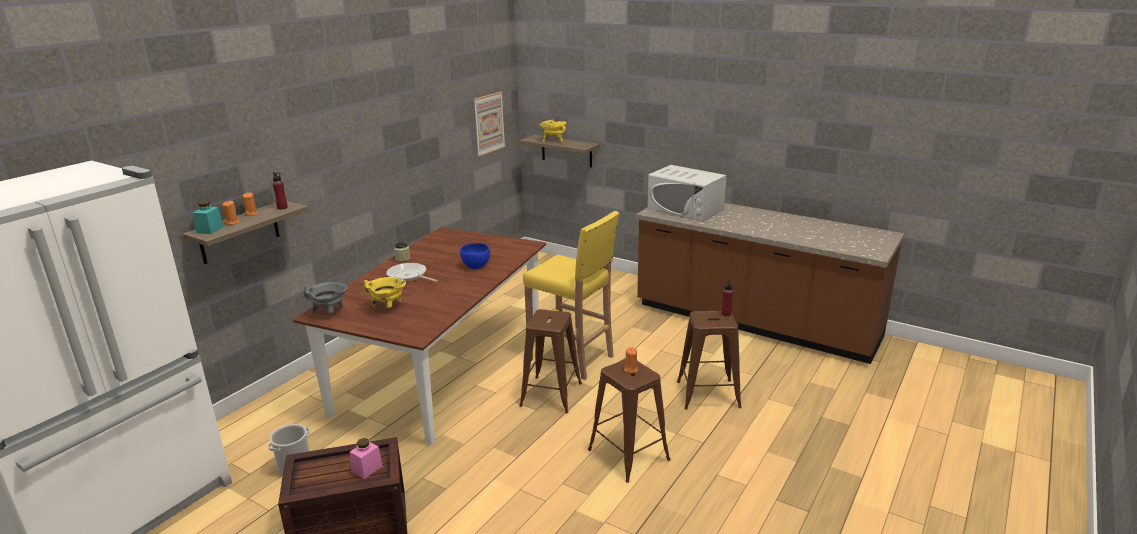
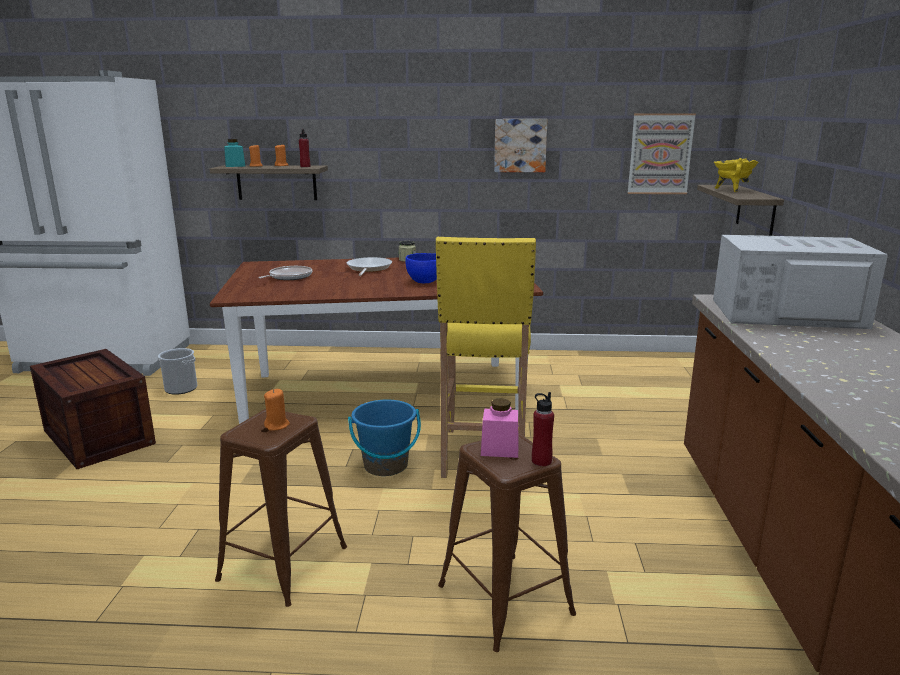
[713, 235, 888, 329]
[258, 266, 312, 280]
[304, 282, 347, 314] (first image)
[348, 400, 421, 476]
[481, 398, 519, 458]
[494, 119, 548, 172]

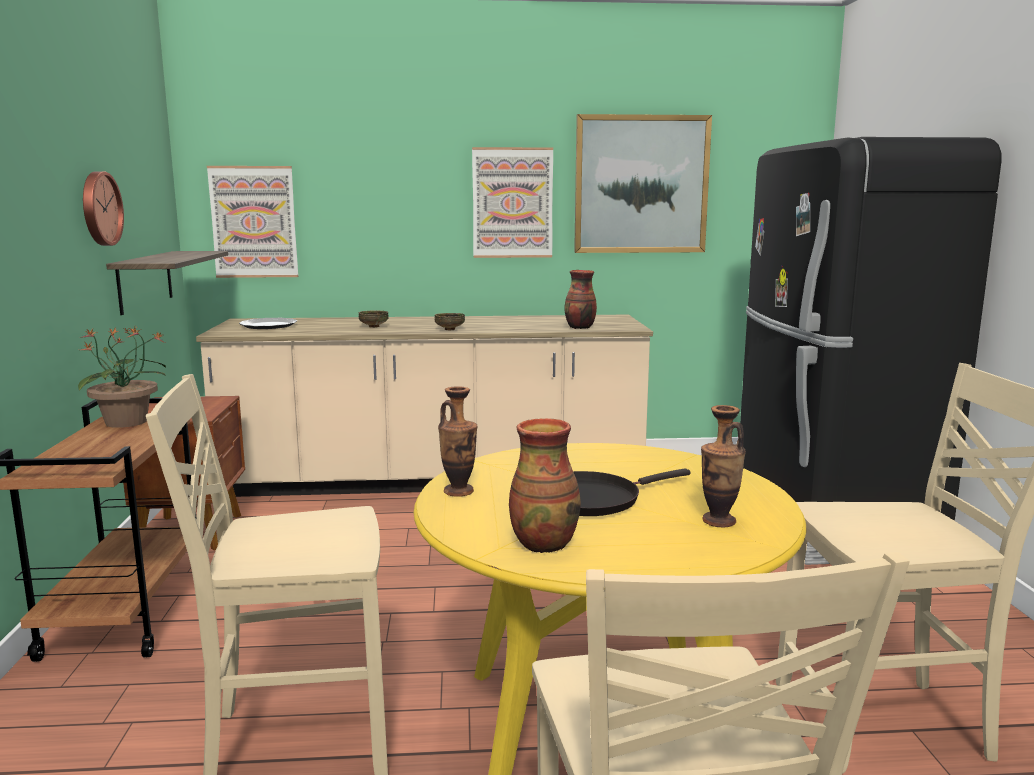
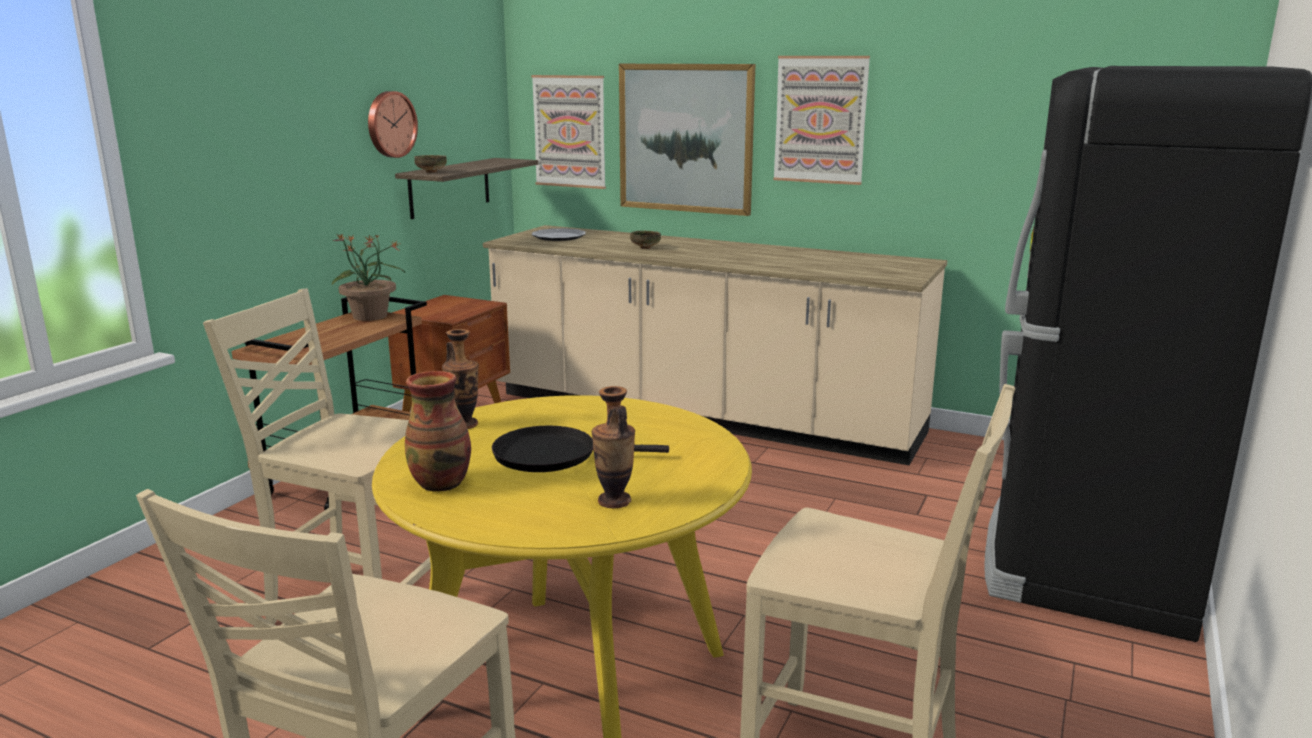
[619, 64, 755, 216]
[564, 270, 597, 329] (first image)
[414, 155, 447, 173]

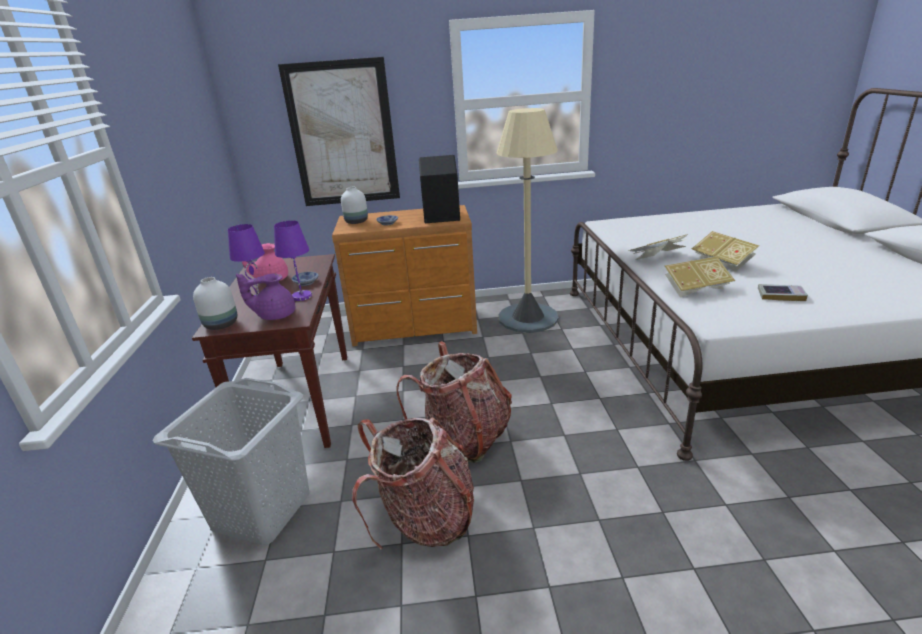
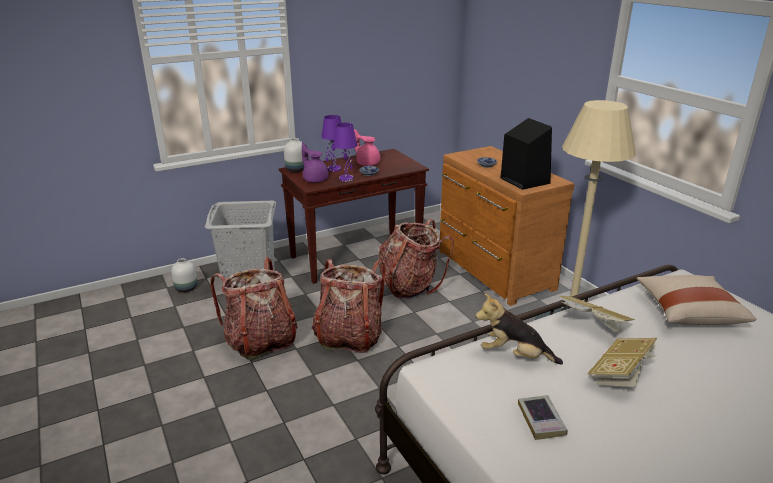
[278, 57, 400, 206] (first image)
[171, 258, 197, 292]
[475, 293, 563, 365]
[379, 219, 454, 299]
[637, 275, 756, 325]

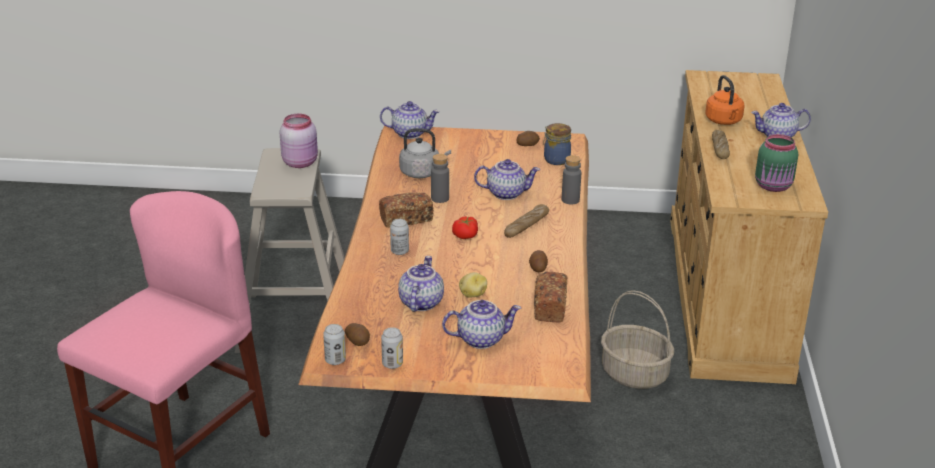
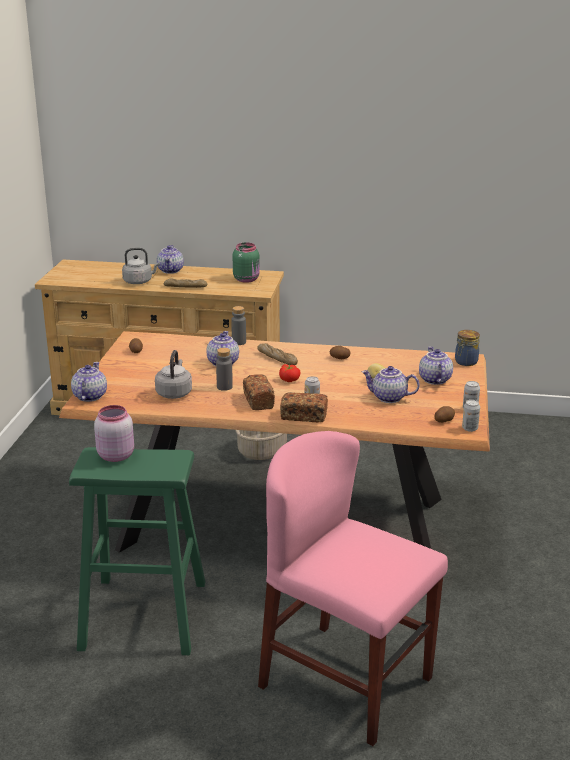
[122, 248, 160, 284]
[455, 330, 480, 366]
[69, 447, 205, 655]
[280, 392, 328, 423]

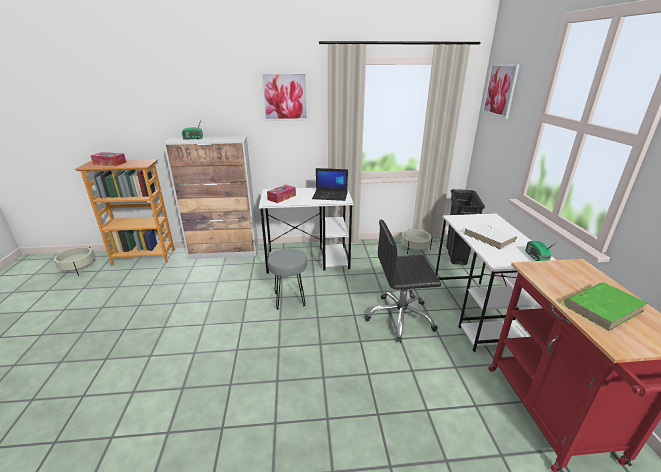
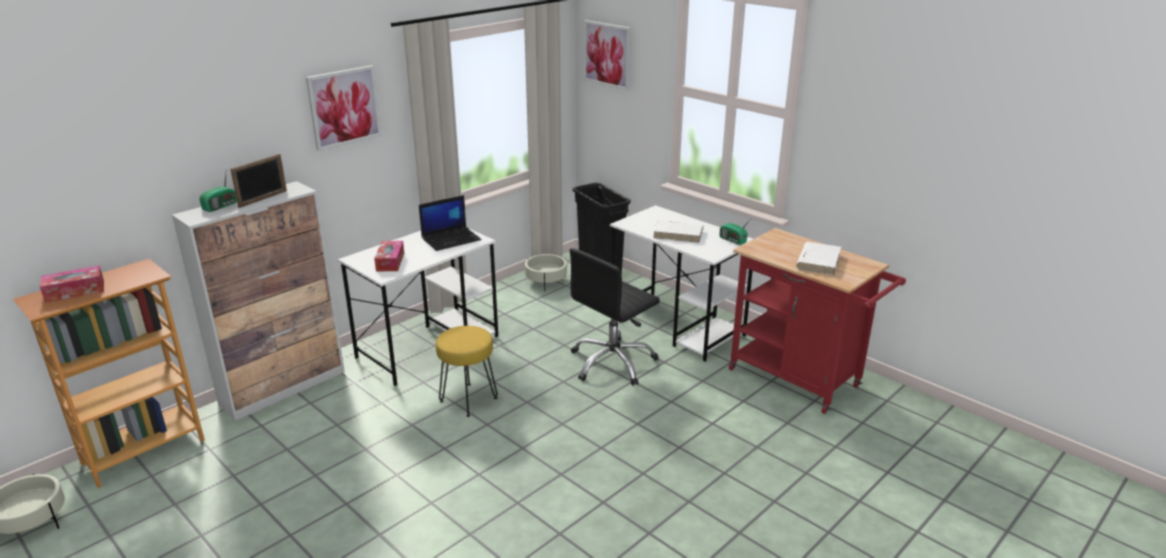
[436, 326, 498, 417]
[796, 242, 841, 275]
[230, 154, 287, 208]

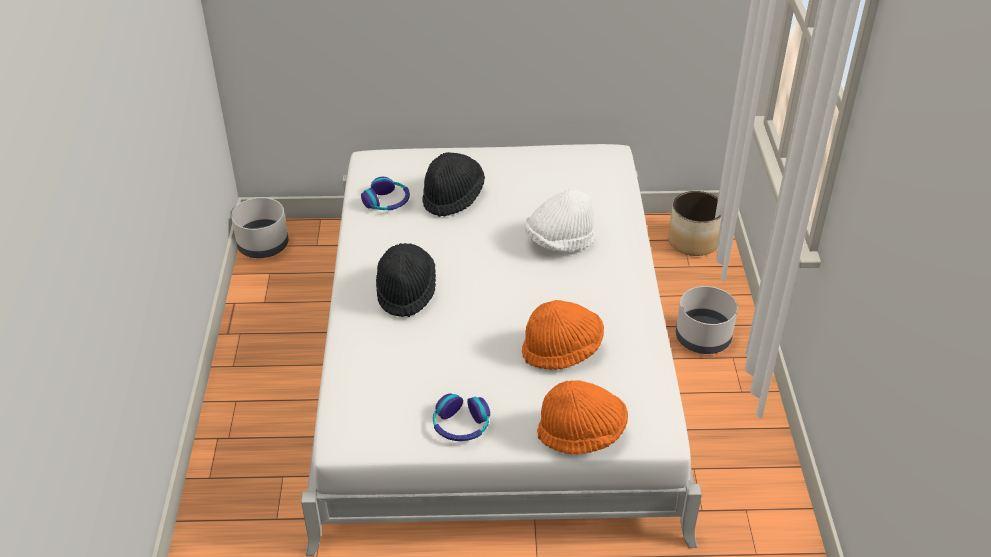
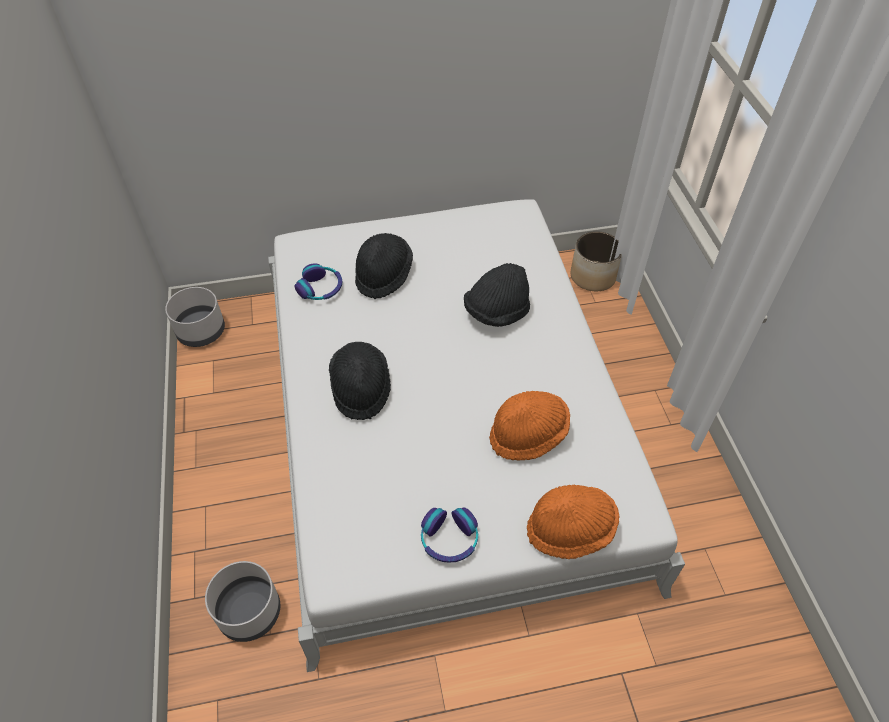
[464, 263, 530, 327]
[205, 561, 280, 642]

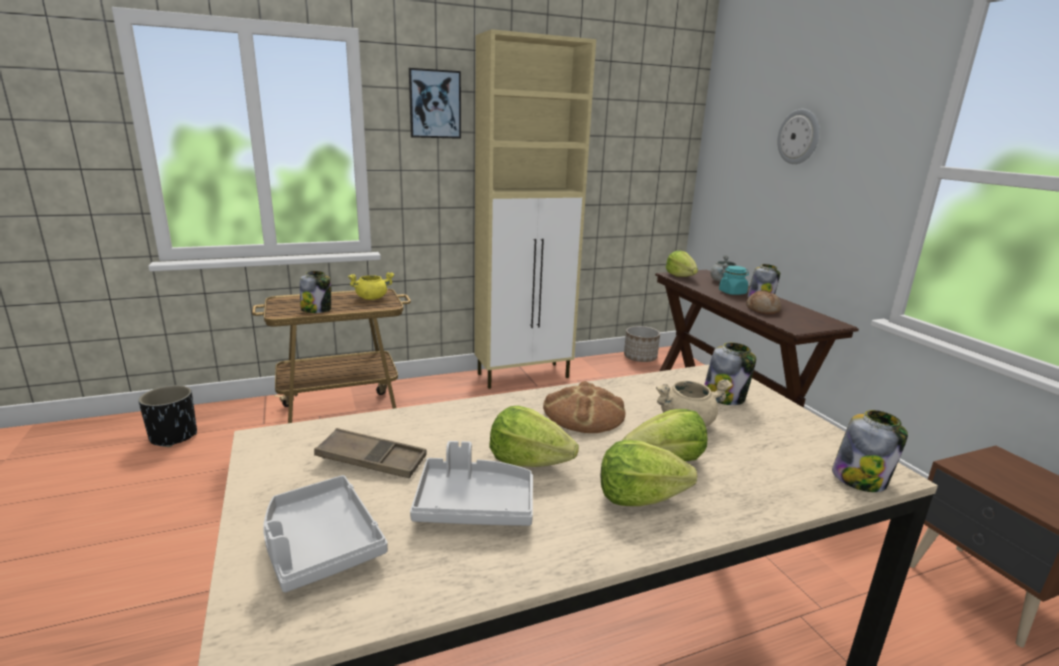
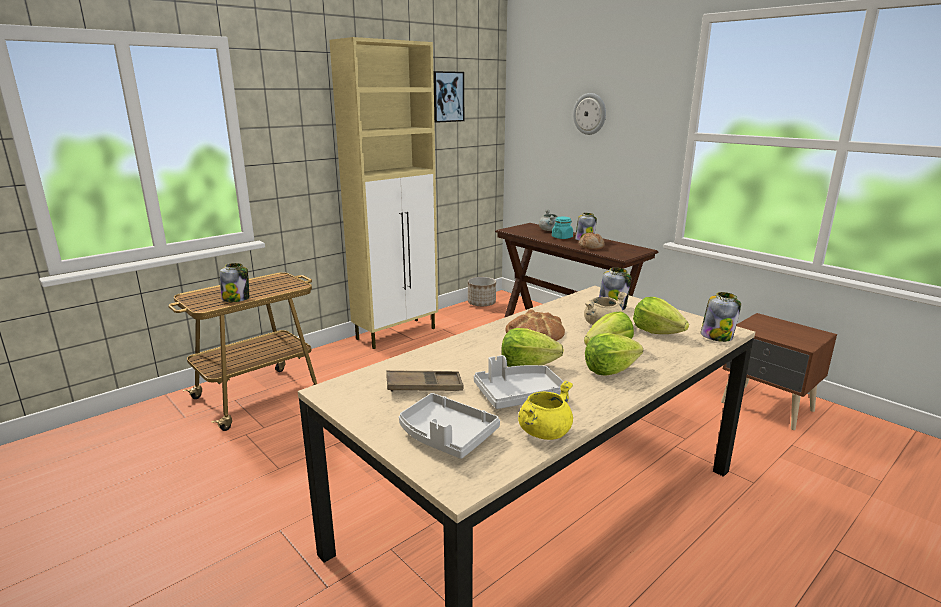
[433, 71, 464, 123]
[633, 297, 689, 334]
[518, 381, 573, 440]
[138, 385, 197, 447] (first image)

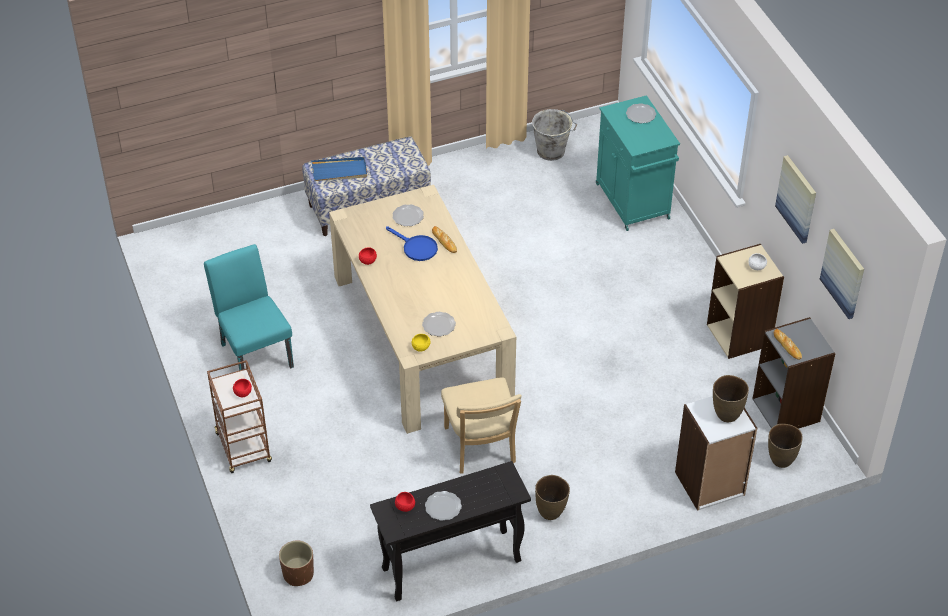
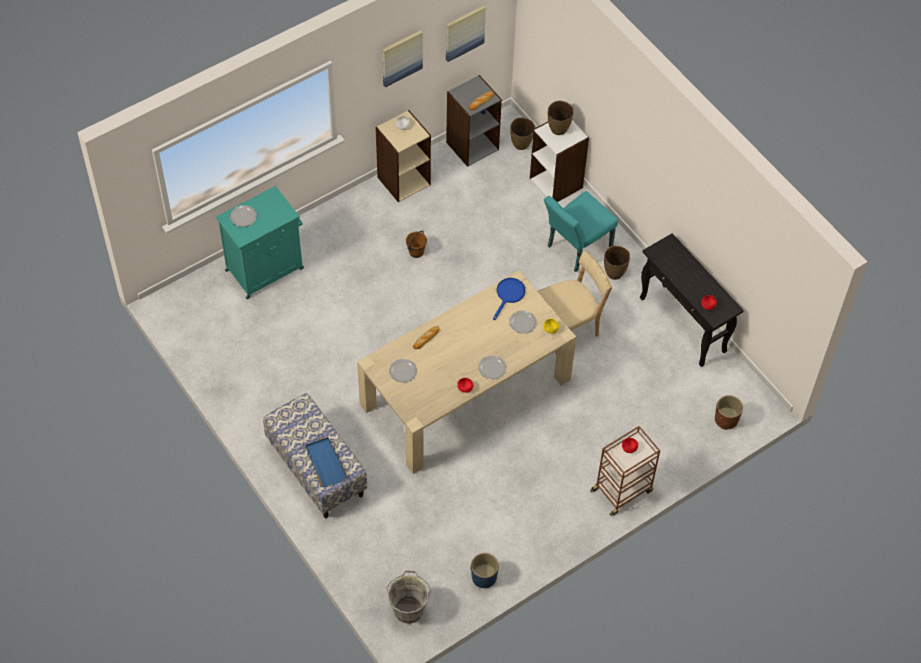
[387, 571, 432, 624]
[493, 278, 525, 320]
[544, 191, 618, 272]
[478, 355, 506, 379]
[406, 231, 427, 258]
[471, 553, 499, 588]

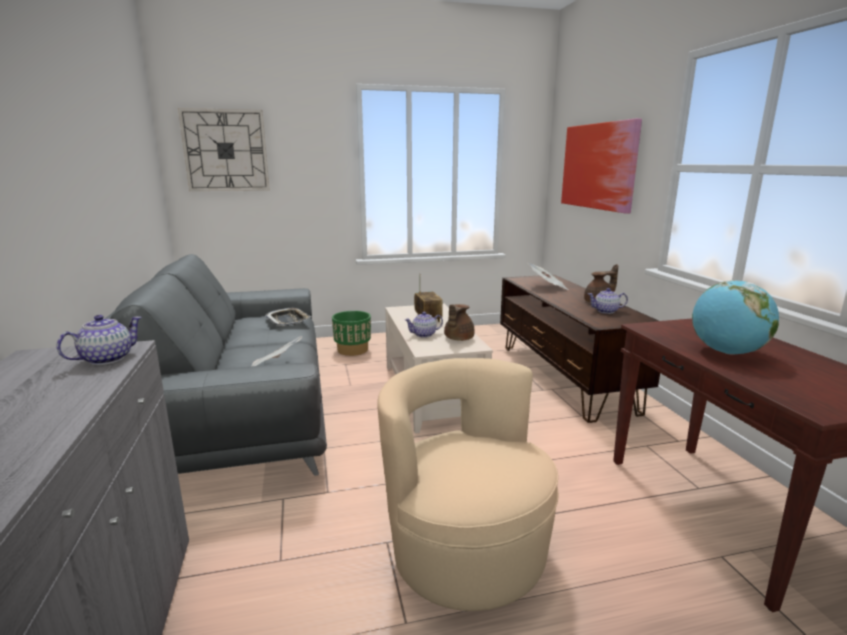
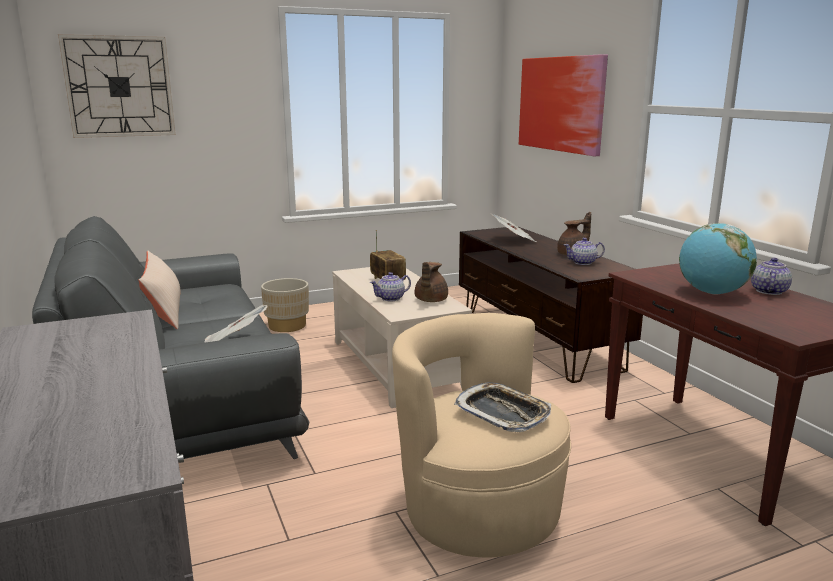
[454, 382, 551, 432]
[261, 278, 309, 332]
[751, 258, 792, 295]
[138, 251, 181, 329]

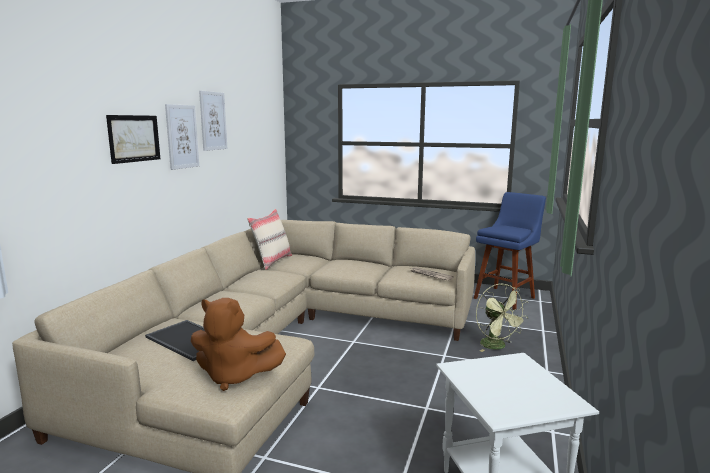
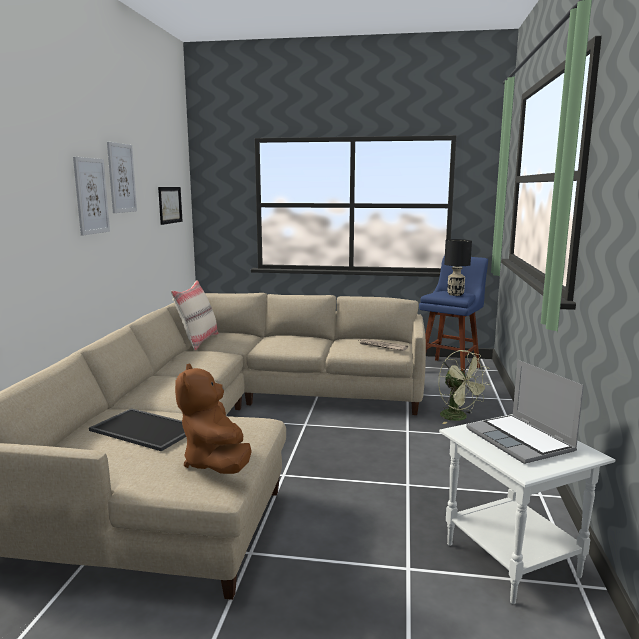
[158, 187, 183, 225]
[175, 364, 252, 474]
[444, 239, 472, 296]
[466, 360, 584, 464]

